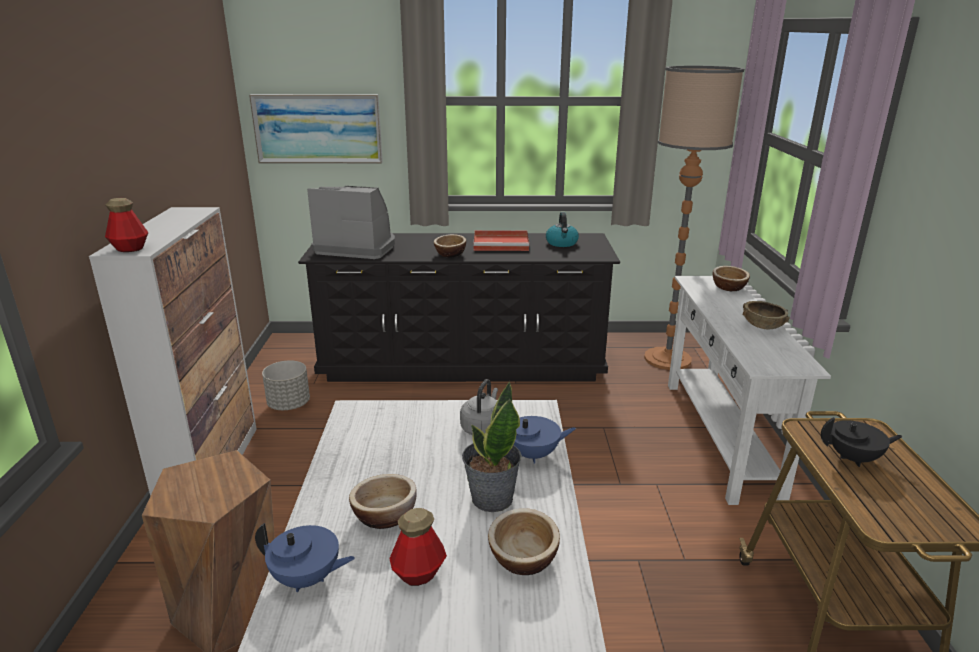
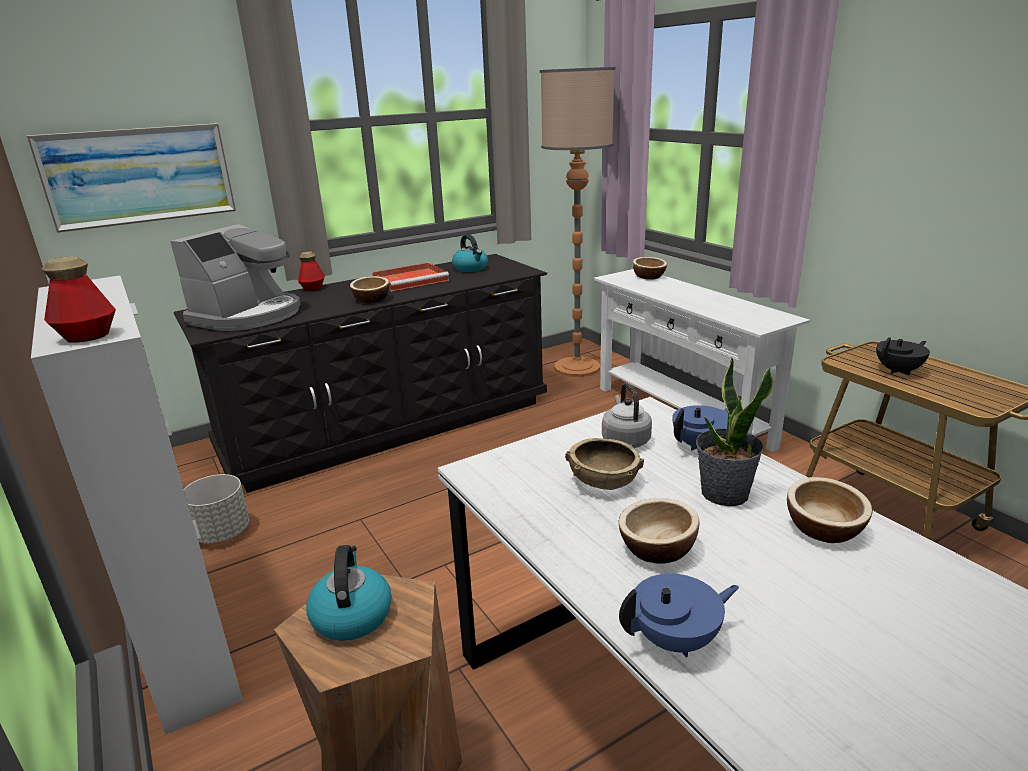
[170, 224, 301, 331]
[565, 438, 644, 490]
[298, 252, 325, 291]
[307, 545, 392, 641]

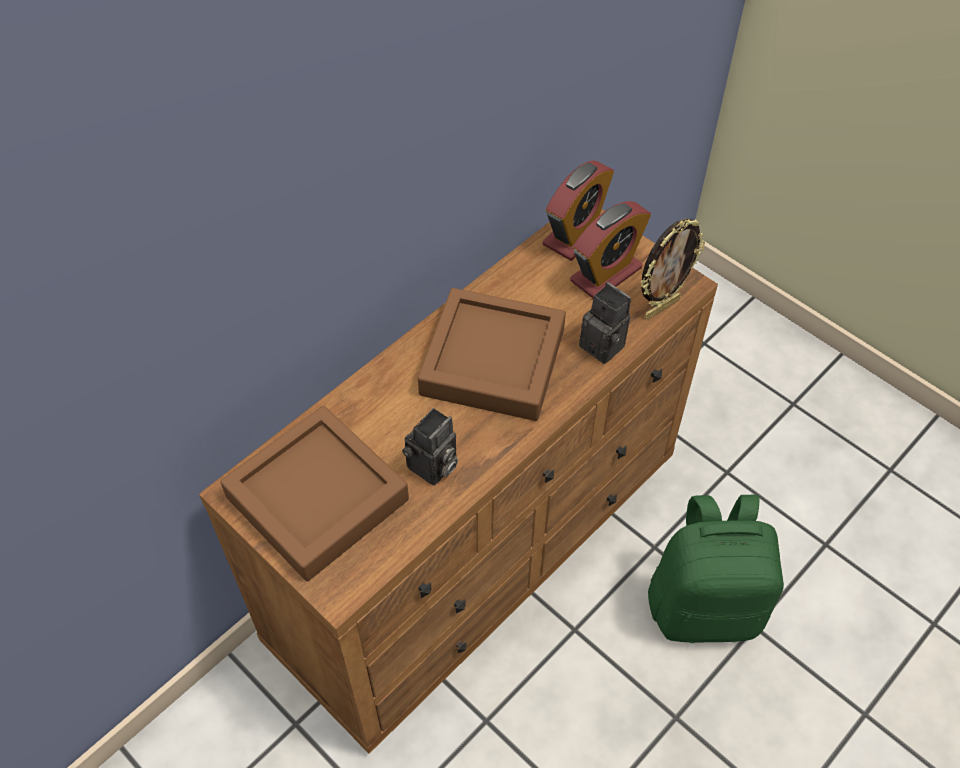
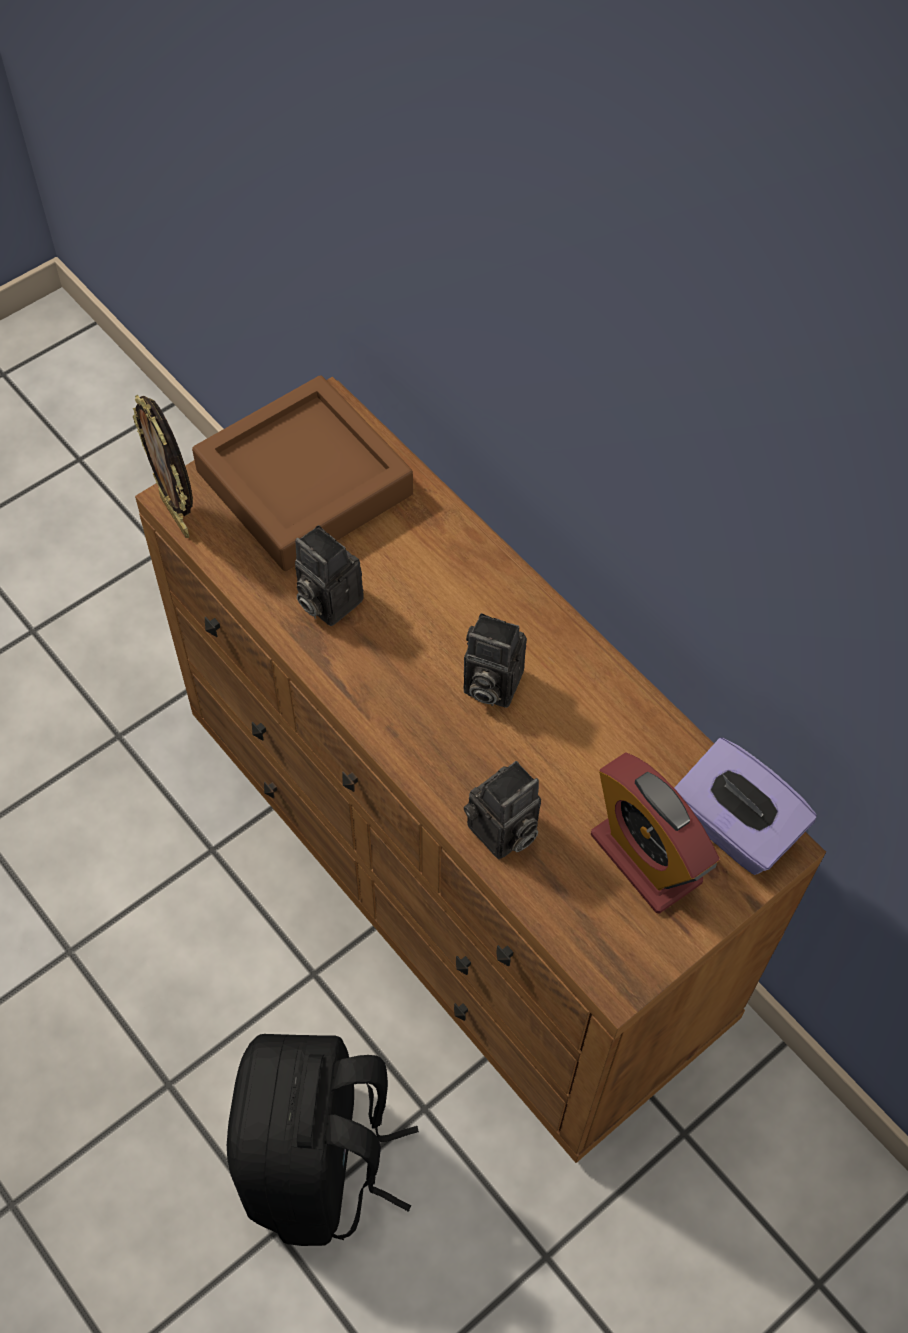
[674, 738, 817, 875]
[133, 395, 193, 538]
[463, 613, 527, 708]
[227, 1034, 419, 1246]

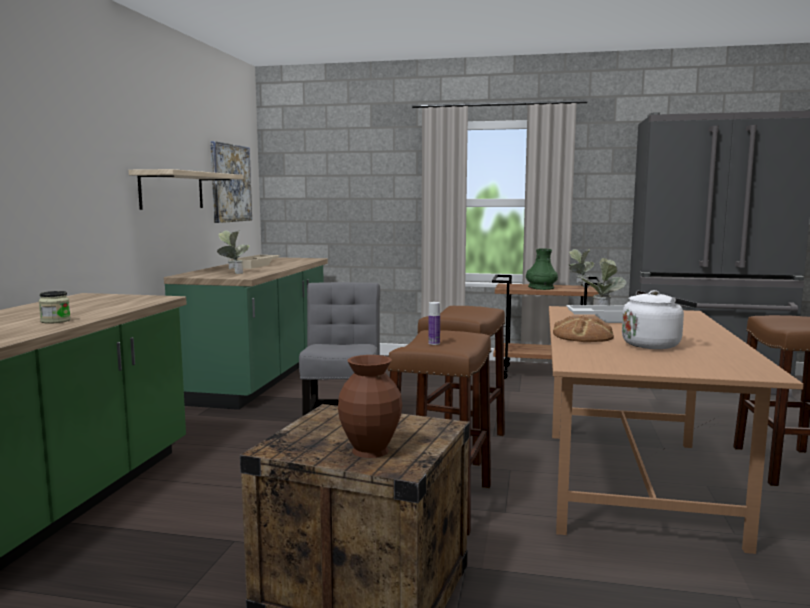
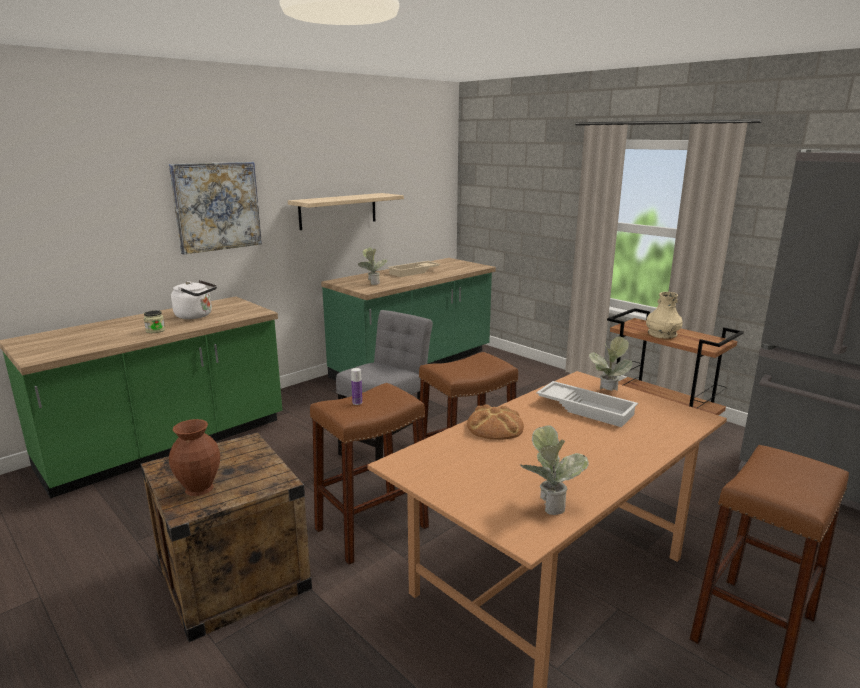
[169, 162, 262, 255]
[646, 292, 683, 339]
[520, 425, 589, 515]
[171, 280, 217, 319]

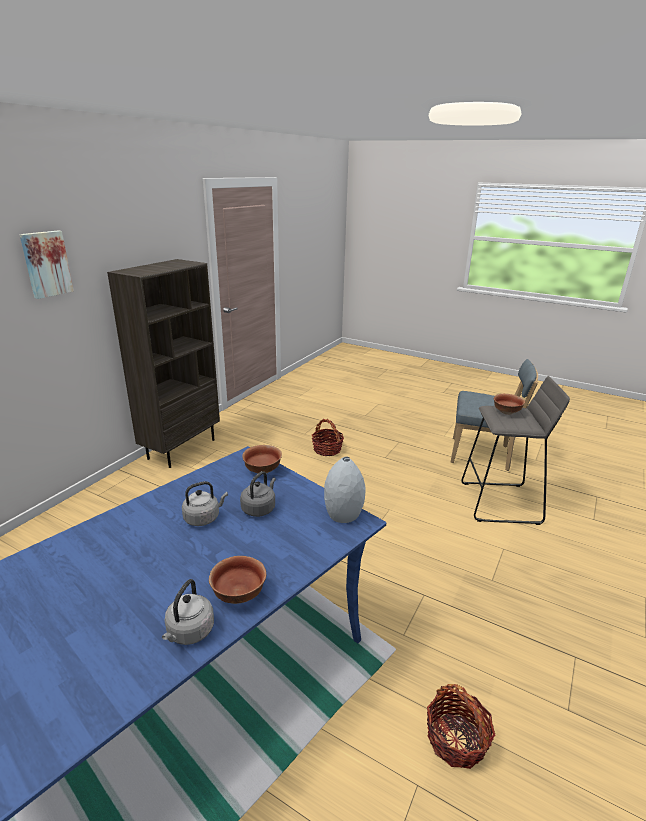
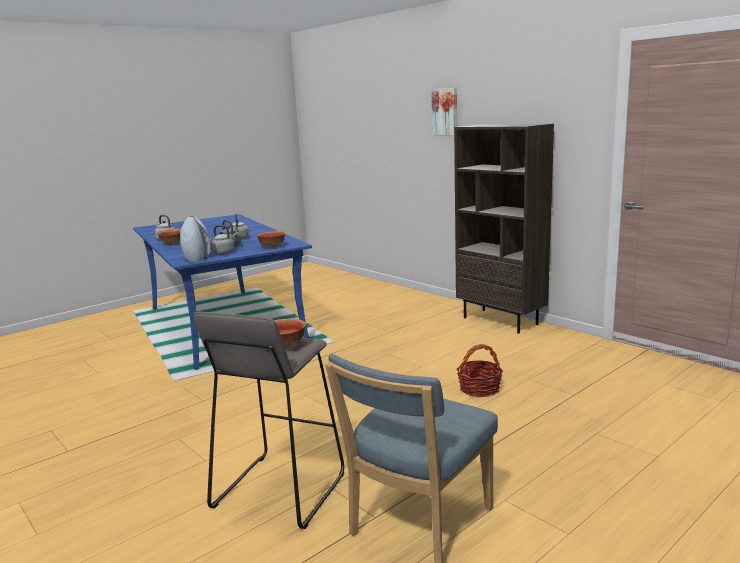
[427, 684, 495, 769] (first image)
[210, 225, 234, 254]

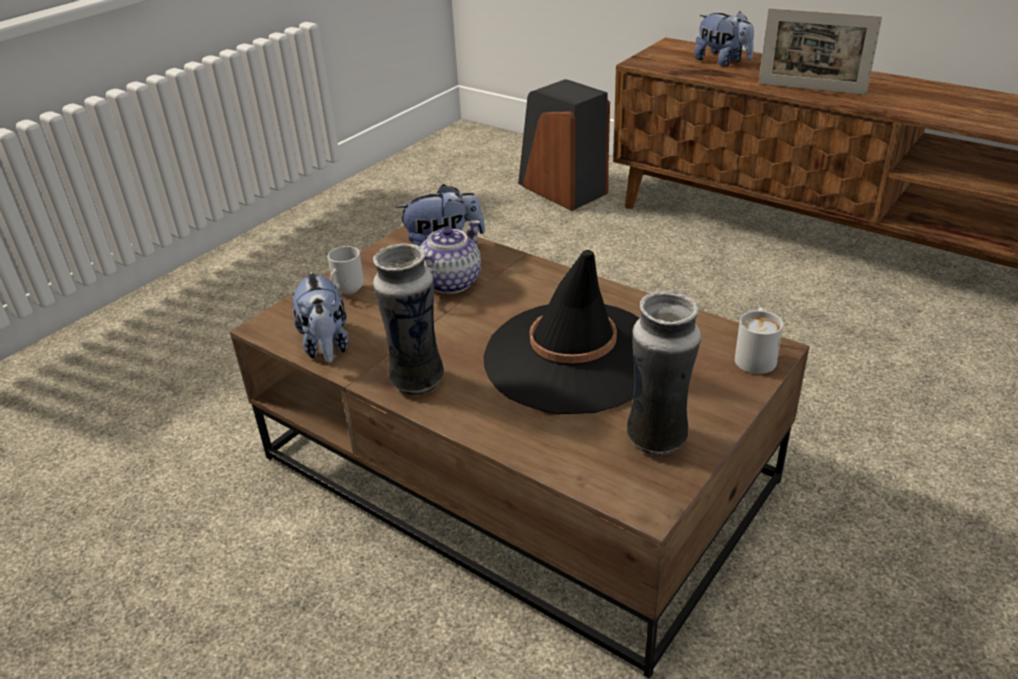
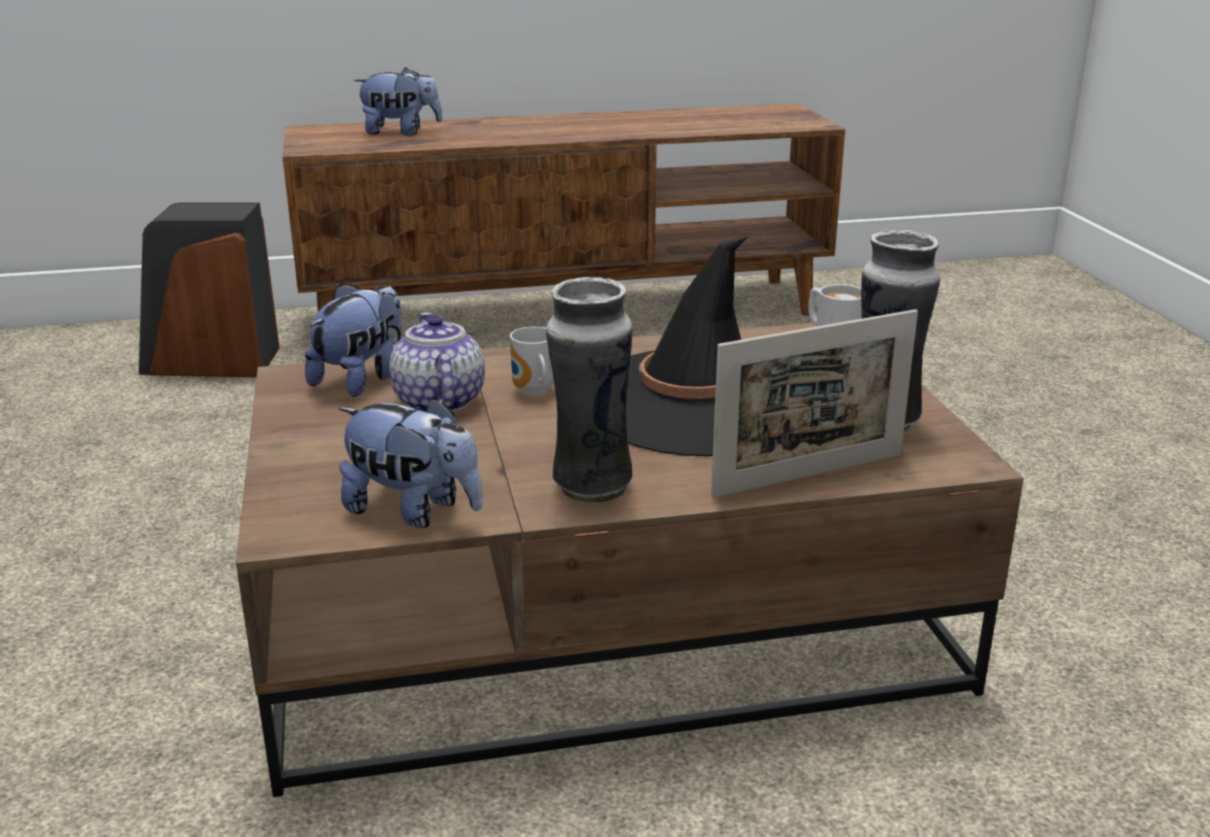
[711, 309, 918, 498]
[510, 327, 554, 395]

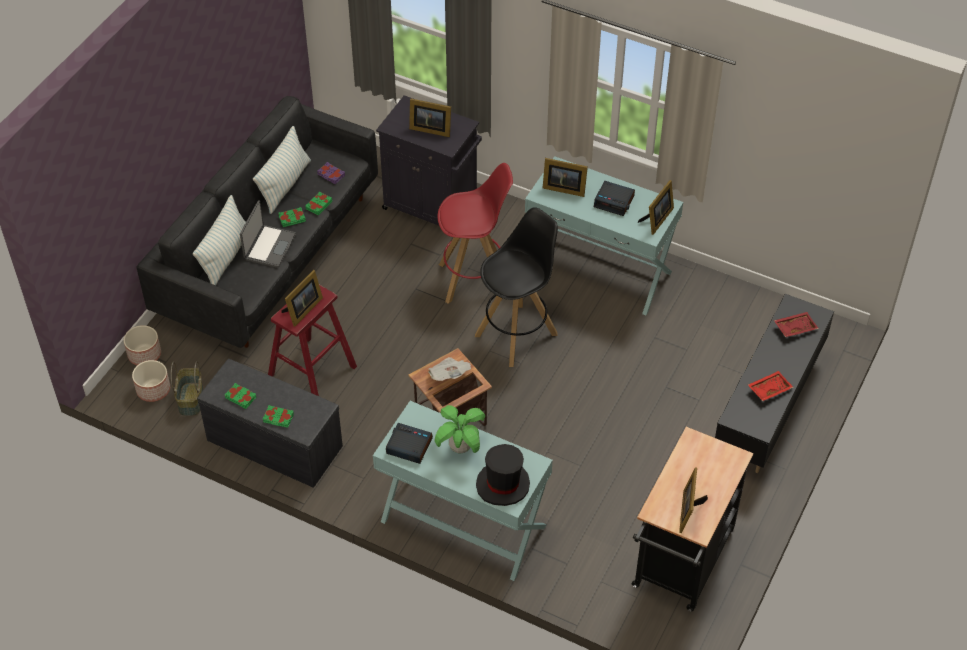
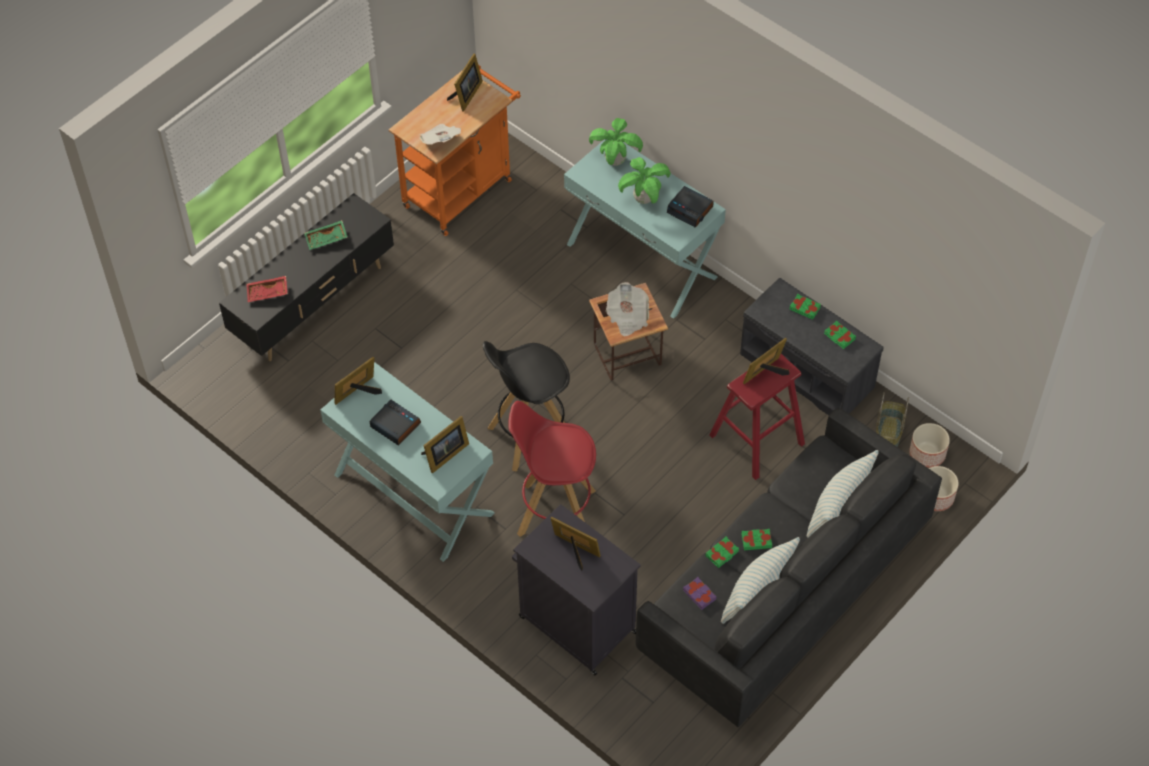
[421, 416, 469, 473]
[240, 200, 296, 268] (first image)
[304, 220, 348, 250]
[389, 65, 521, 236]
[589, 118, 643, 166]
[420, 124, 461, 144]

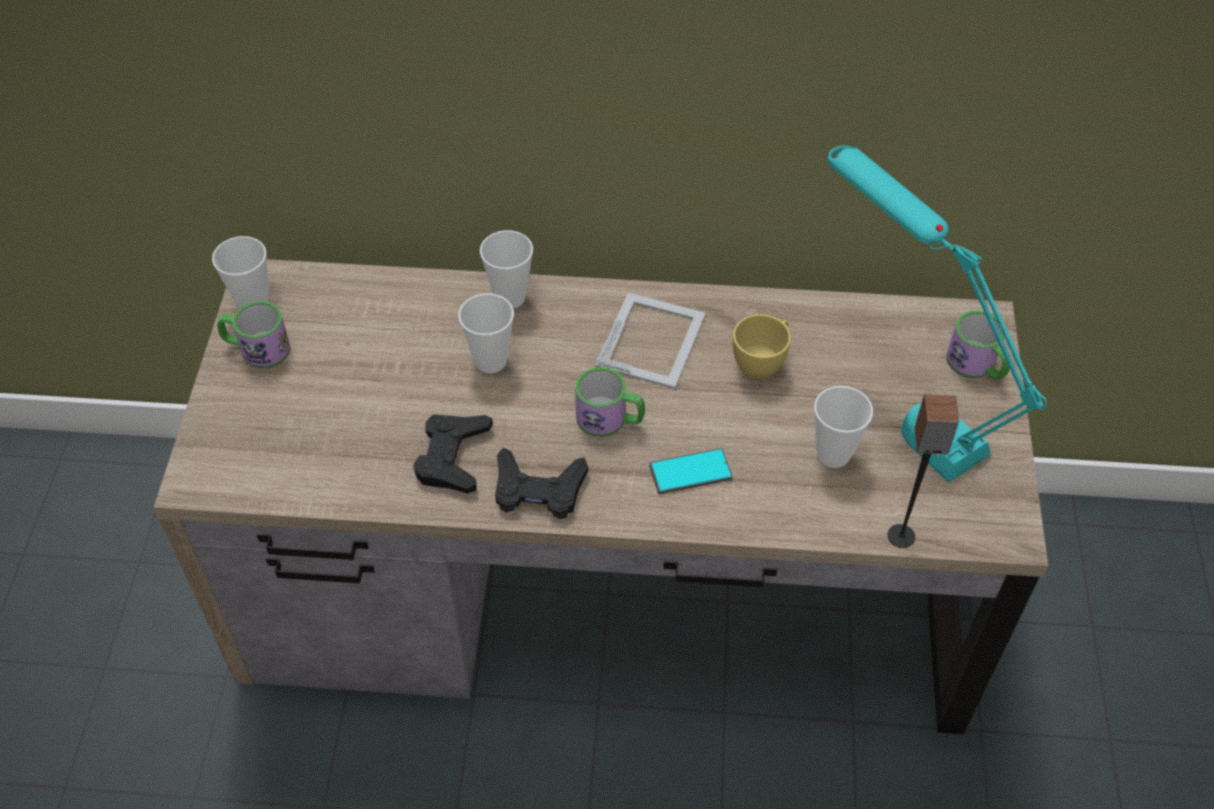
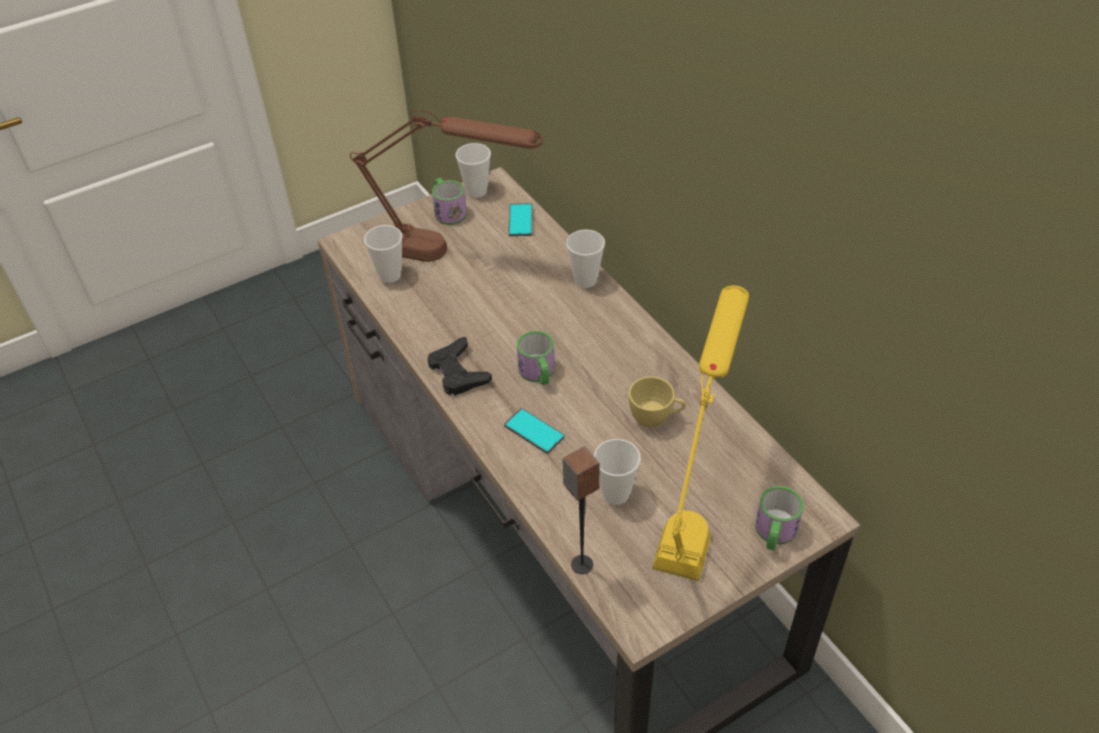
[652, 285, 749, 581]
[364, 225, 402, 283]
[595, 293, 706, 389] (first image)
[413, 415, 493, 493] (first image)
[350, 110, 543, 262]
[508, 203, 533, 236]

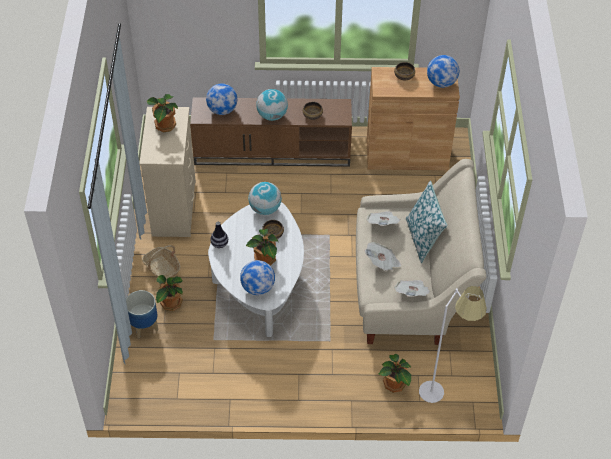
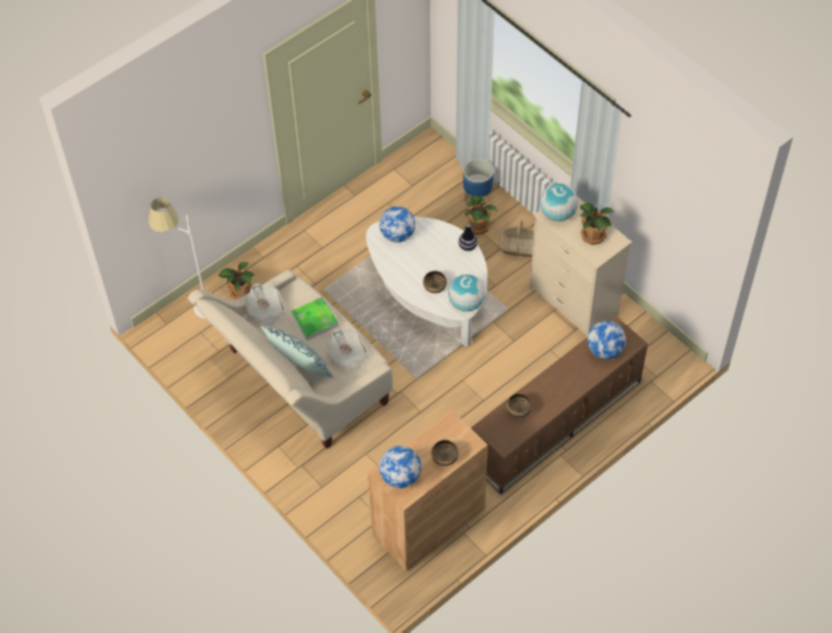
[540, 183, 578, 221]
[246, 229, 278, 266] (first image)
[291, 297, 338, 340]

